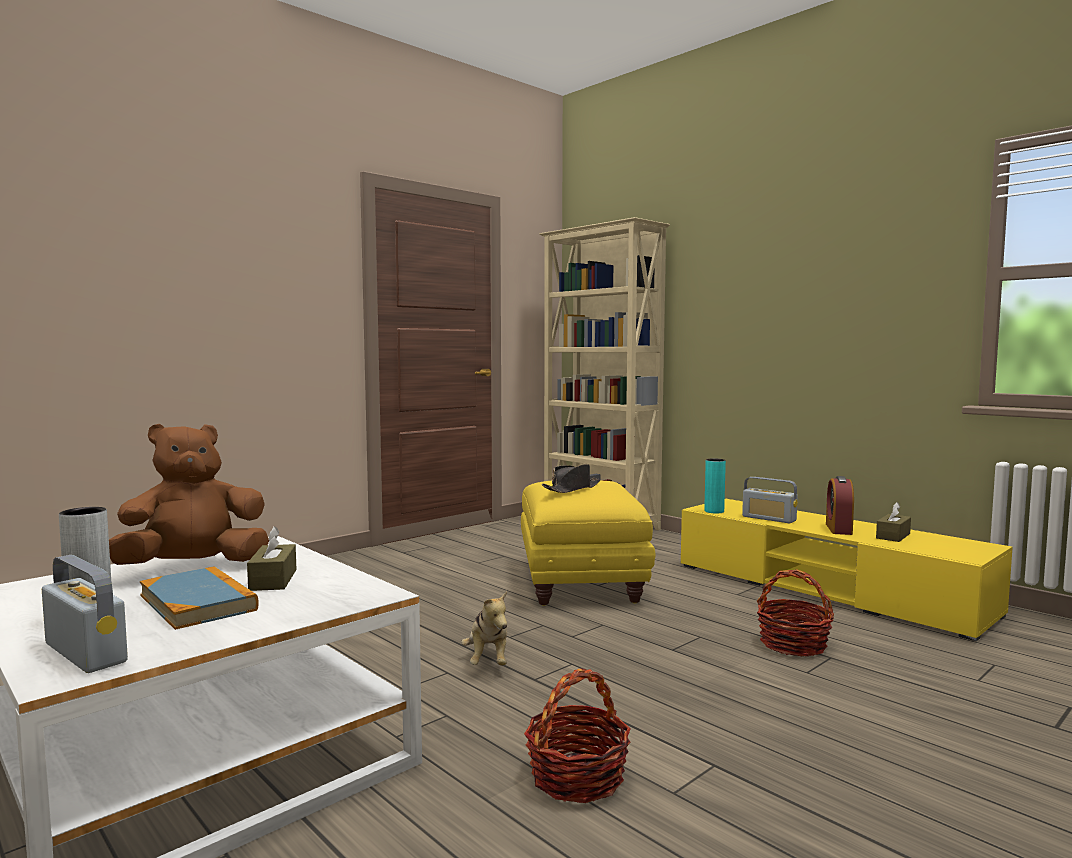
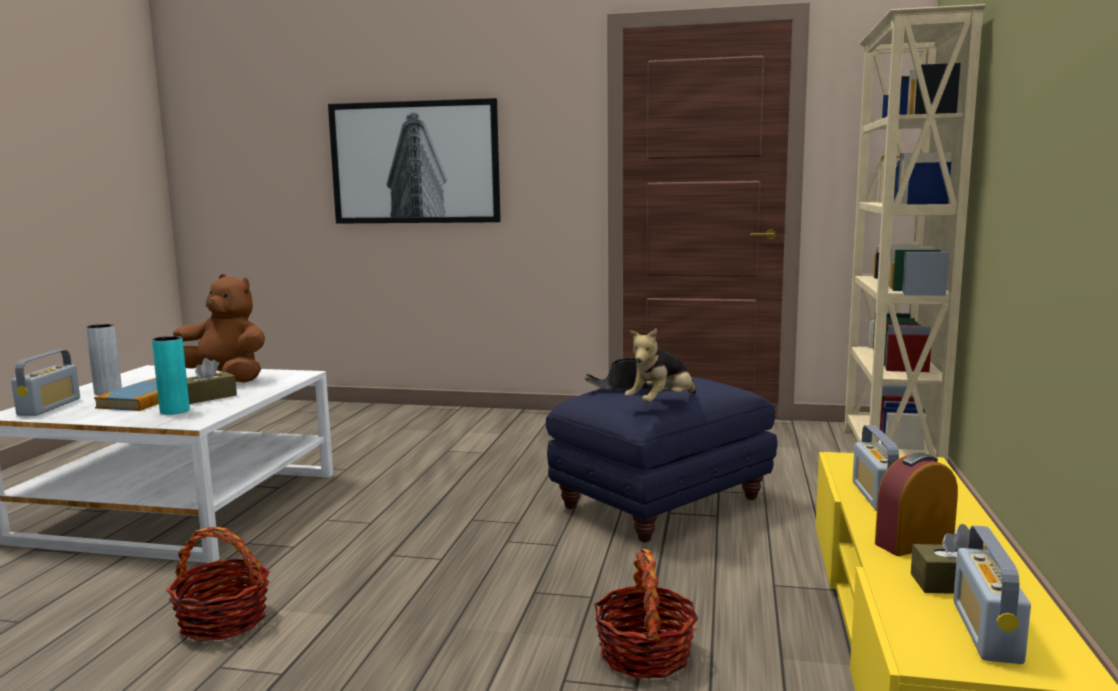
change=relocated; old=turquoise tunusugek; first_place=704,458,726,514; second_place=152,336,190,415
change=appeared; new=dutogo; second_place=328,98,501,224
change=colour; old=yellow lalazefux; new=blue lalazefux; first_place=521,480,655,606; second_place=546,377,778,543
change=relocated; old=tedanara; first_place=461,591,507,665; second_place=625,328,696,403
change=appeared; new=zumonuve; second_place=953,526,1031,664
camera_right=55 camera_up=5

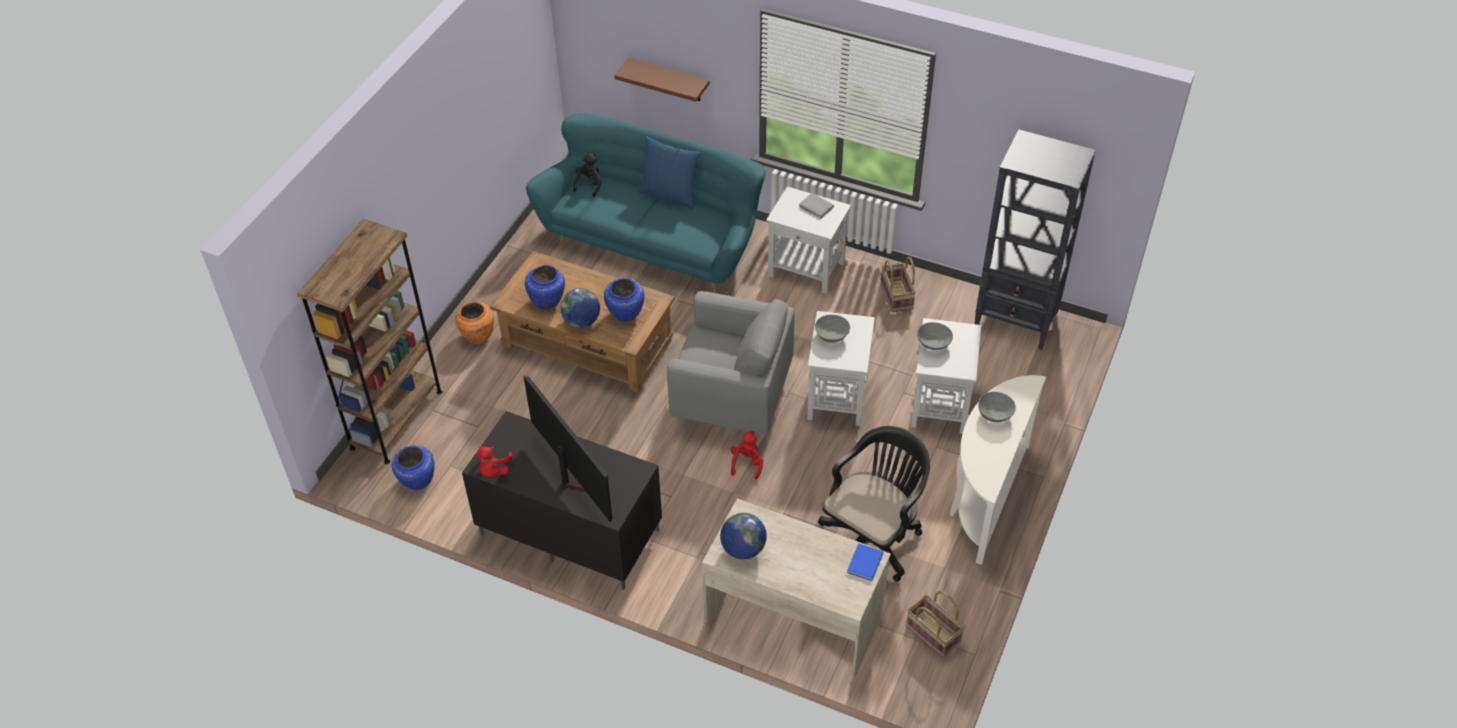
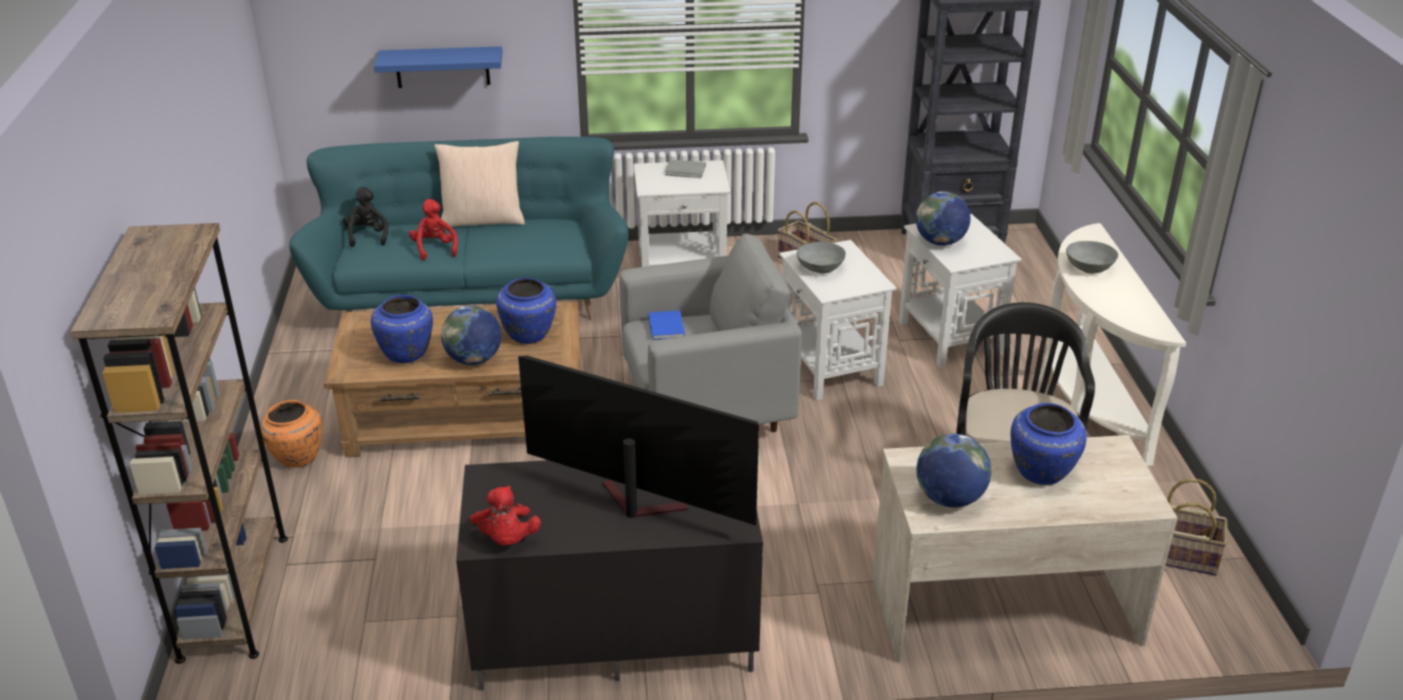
change=colour; old=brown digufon; new=blue digufon; first_place=614,58,710,102; second_place=374,46,503,88
change=relocated; old=red tedanara; first_place=730,431,763,480; second_place=409,199,458,260
change=colour; old=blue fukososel; new=beige fukososel; first_place=639,137,701,209; second_place=434,141,525,228
change=relocated; old=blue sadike; first_place=847,543,883,581; second_place=648,311,685,340
change=exchanged; old=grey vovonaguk; new=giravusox; first_place=917,322,953,350; second_place=916,191,971,246
change=relocated; old=blue tunusugek; first_place=392,445,435,490; second_place=1011,403,1087,485
camera_right=-30 camera_up=-15

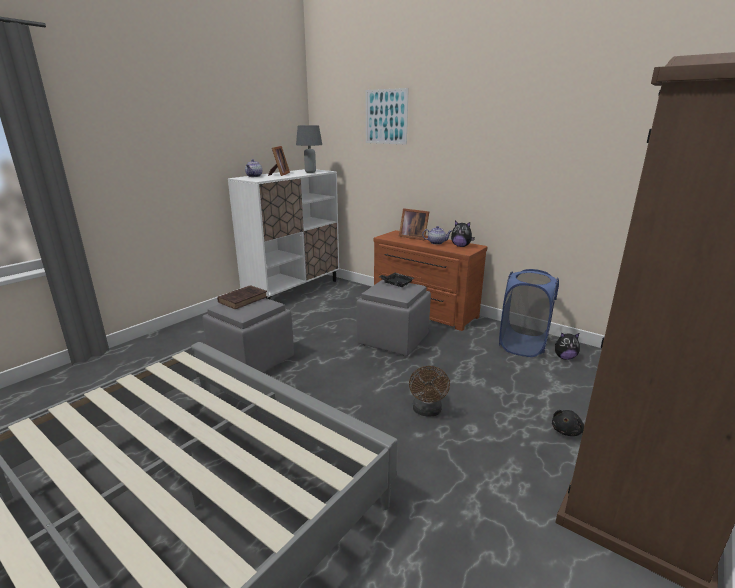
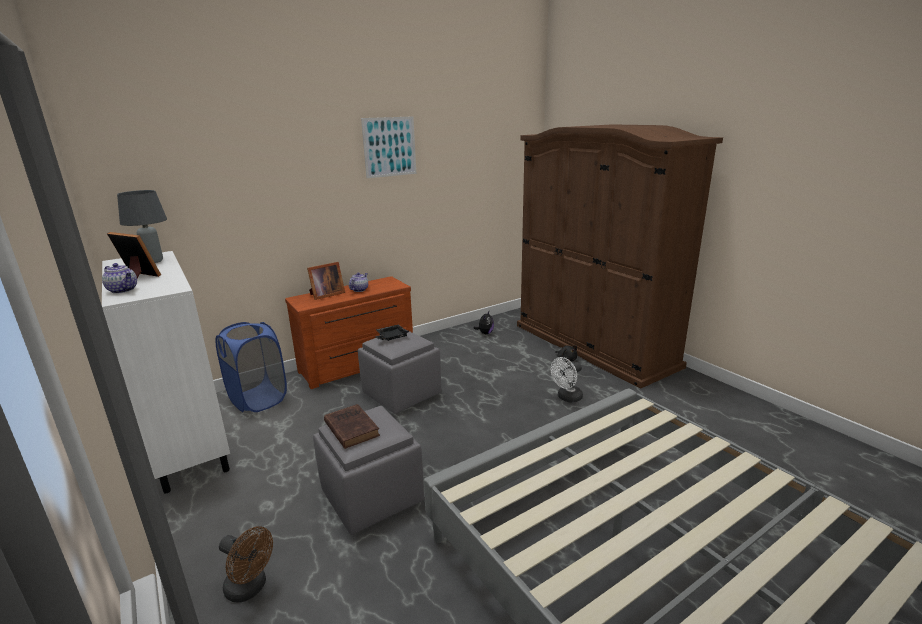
change=relocated; old=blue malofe; first_place=499,269,559,357; second_place=216,322,287,412
change=relocated; old=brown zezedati; first_place=409,365,450,417; second_place=219,526,273,603
change=relocated; old=dutogo; first_place=366,88,409,145; second_place=361,116,416,178
change=appeared; new=white zezedati; second_place=550,357,583,402
change=missing; old=tedanara; first_place=451,221,475,247
camera_right=-70 camera_up=0

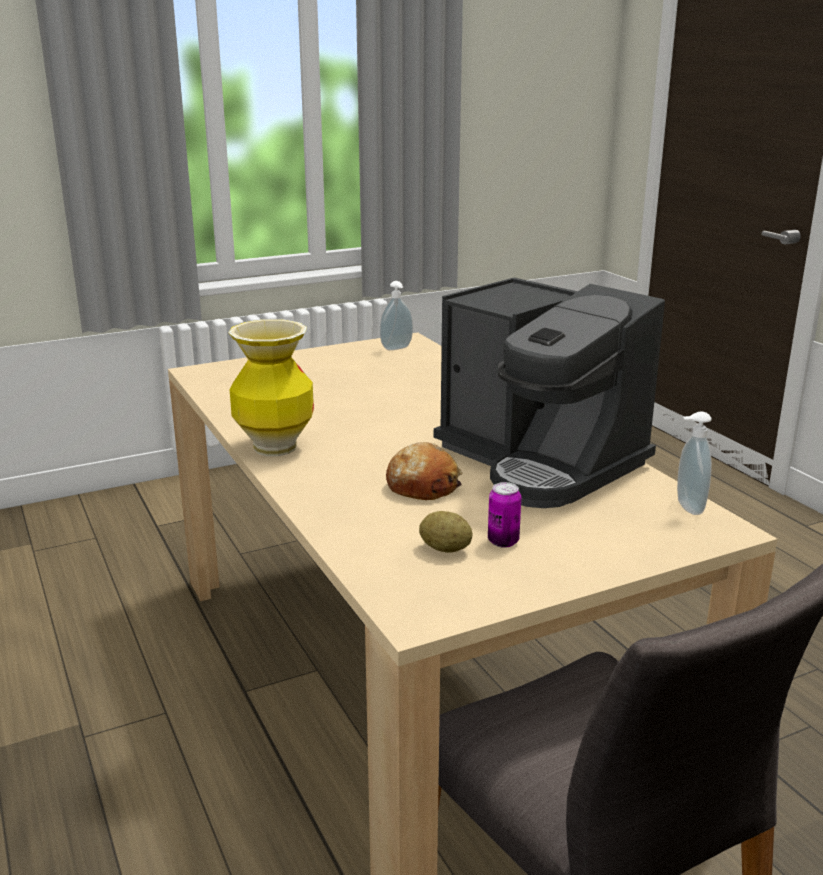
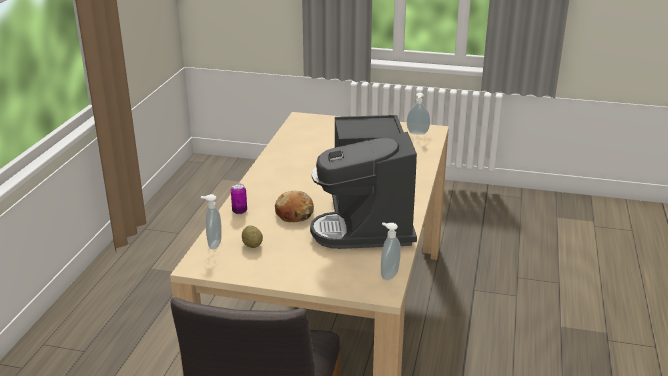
change=appeared; new=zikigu; second_place=201,194,222,249
change=relocated; old=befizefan; first_place=488,482,521,548; second_place=231,183,247,214
change=missing; old=tunusugek; first_place=229,319,314,456
camera_right=40 camera_up=5

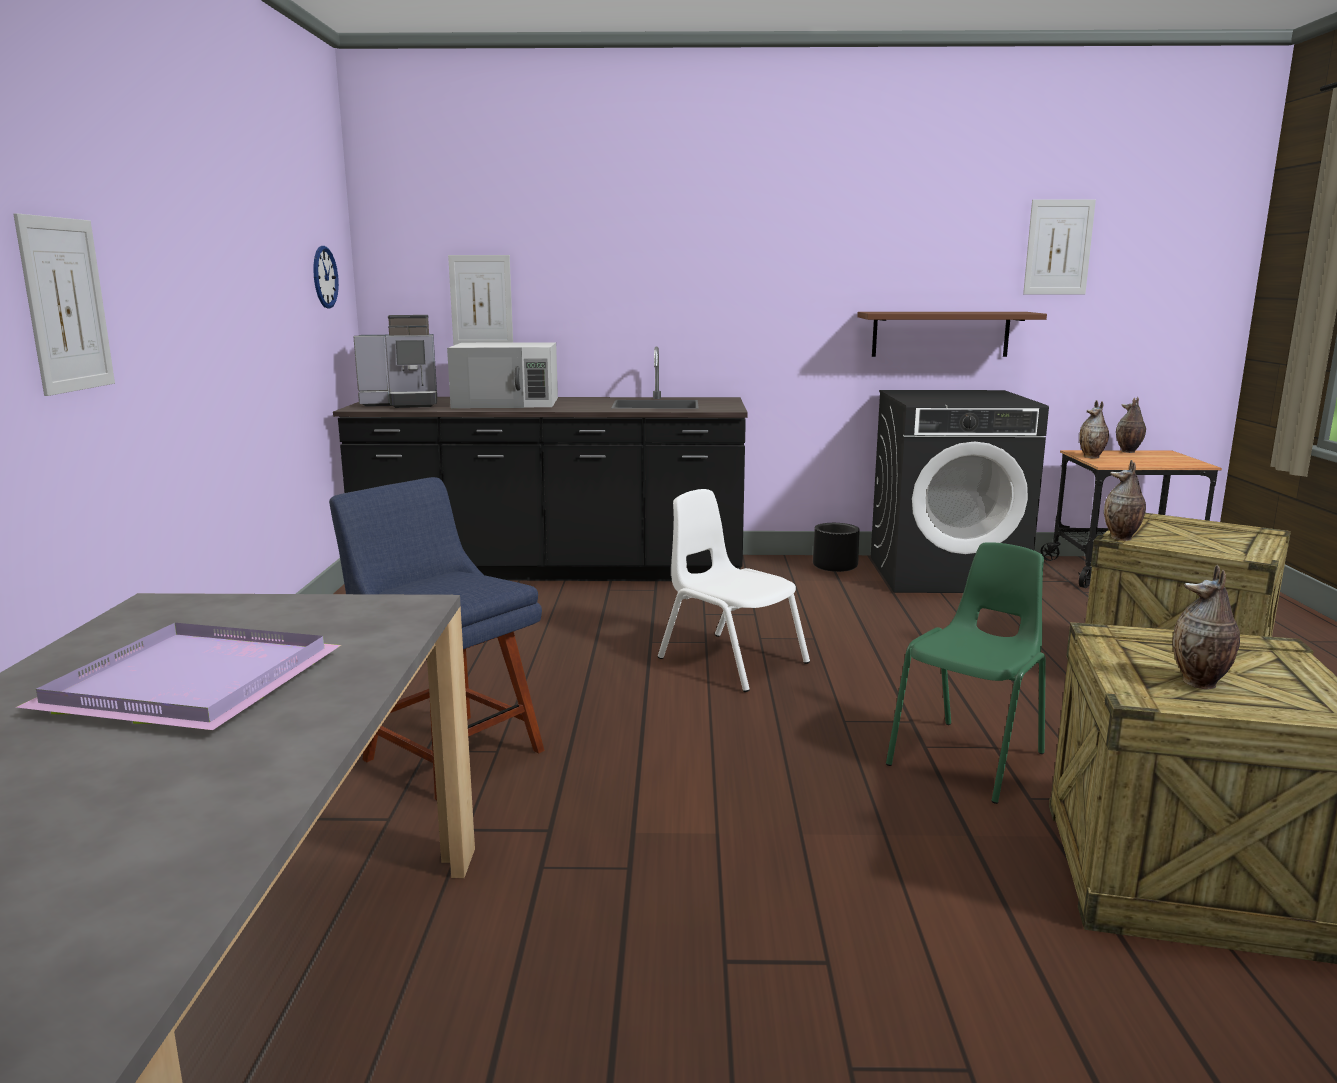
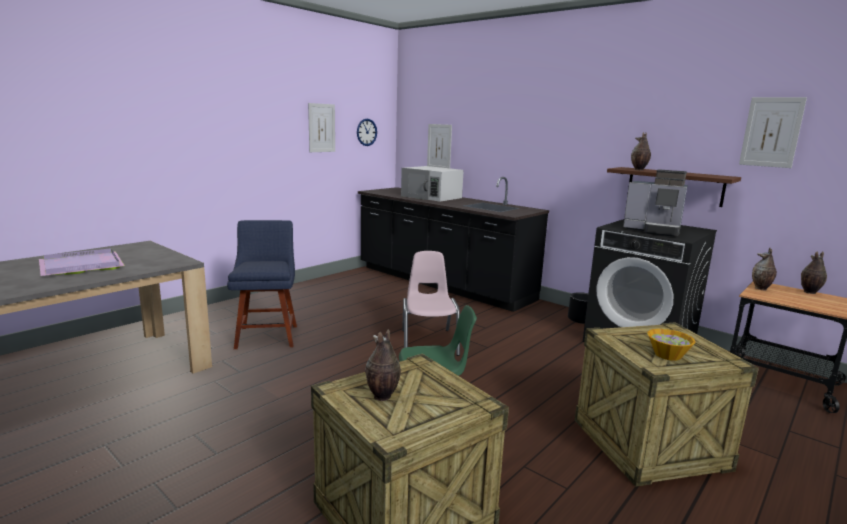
change=relocated; old=dutogo; first_place=14,213,115,396; second_place=308,103,335,152
change=colour; old=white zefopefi; new=pink zefopefi; first_place=658,489,810,692; second_place=402,251,460,356
change=relocated; old=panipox; first_place=353,315,437,408; second_place=623,169,688,237
change=relocated; old=tunusugek; first_place=1104,460,1146,541; second_place=631,132,651,170
change=appeared; new=vovonaguk; second_place=647,329,696,361
camera_right=40 camera_up=0

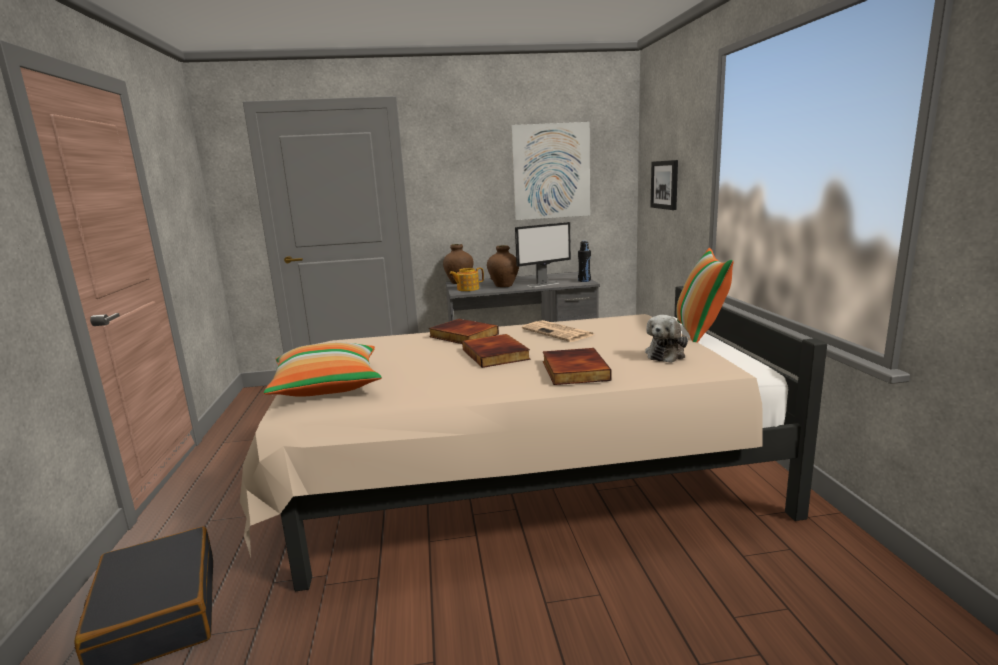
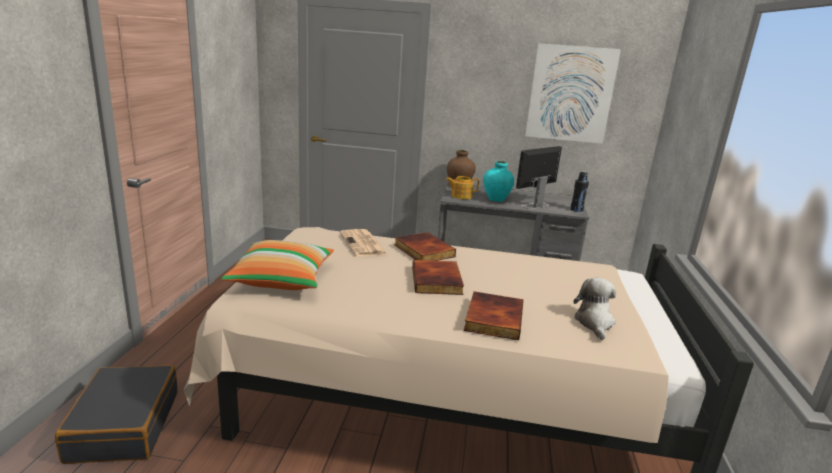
change=relocated; old=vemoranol; first_place=522,320,594,342; second_place=340,229,387,257
change=colour; old=brown tunusugek; new=turquoise tunusugek; first_place=487,245,519,287; second_place=483,161,514,202
change=spun; old=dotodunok; first_place=515,222,571,287; second_place=516,146,562,210; degrees=150
change=spun; old=tedanara; first_place=645,315,688,363; second_place=574,278,616,340; degrees=135
change=missing; old=dutogo; first_place=650,160,678,210
change=missing; old=fukososel; first_place=676,248,734,343
camera_right=15 camera_up=5

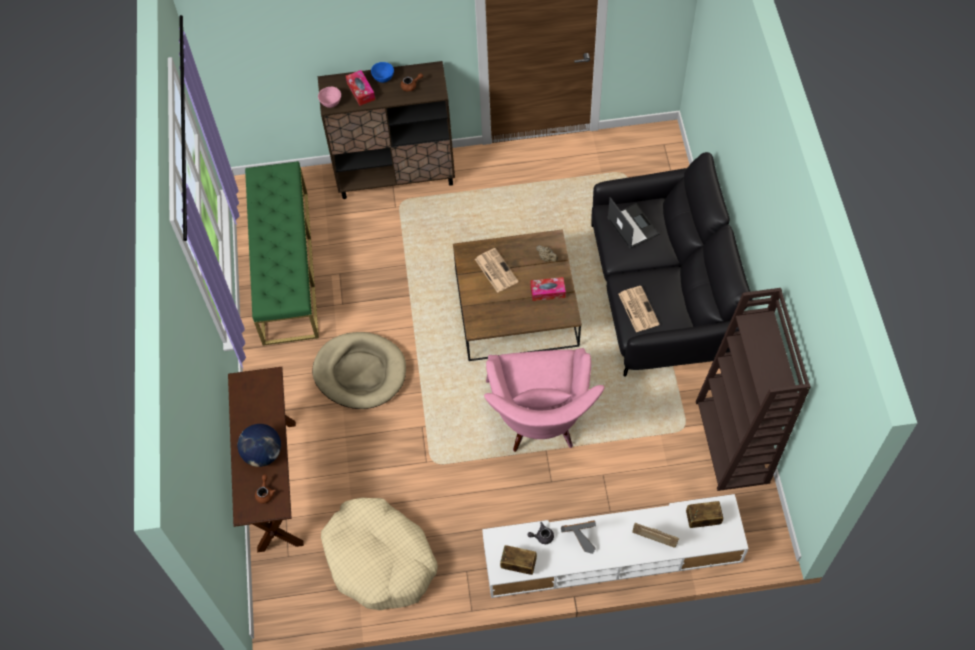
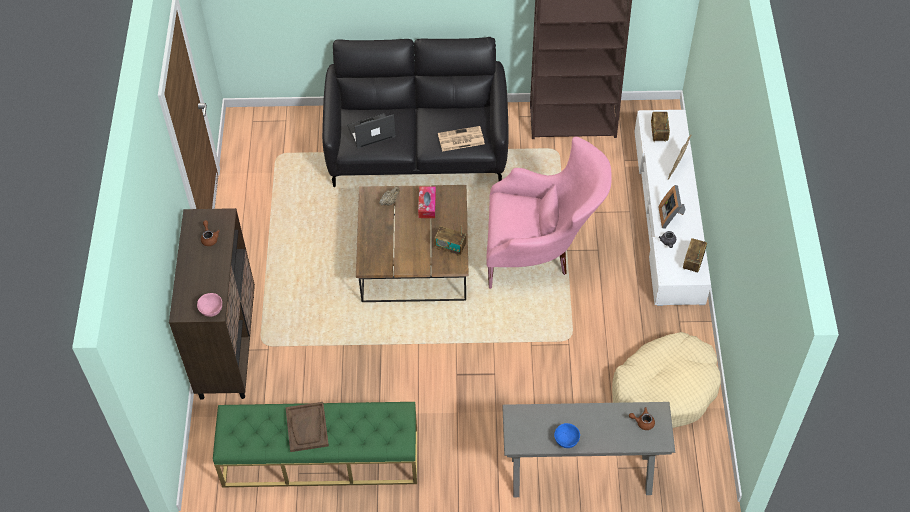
change=appeared; new=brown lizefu; second_place=285,402,329,452
change=appeared; new=zumonuve; second_place=434,226,467,256
change=colour; old=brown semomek; new=grey semomek; first_place=228,367,304,552; second_place=502,402,675,497
change=relocated; old=blue vovonaguk; first_place=371,62,394,83; second_place=554,423,580,448
change=missing; old=giravusox; first_place=238,424,281,467
change=missing; old=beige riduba; first_place=312,332,406,409
change=missing; old=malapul; first_place=346,70,375,106
change=missing; old=vemoranol; first_place=475,248,519,293
camera_right=-85 camera_up=-5

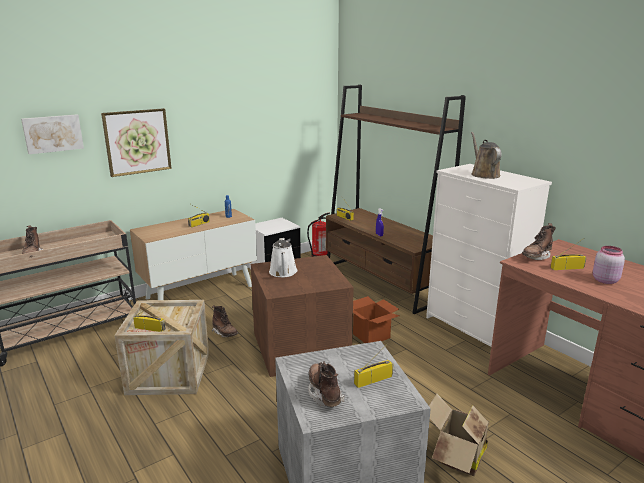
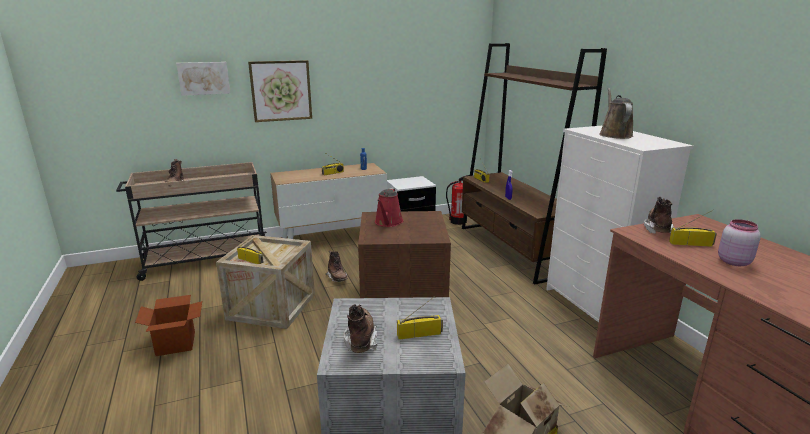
change=relocated; old=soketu; first_place=353,296,399,343; second_place=135,295,202,356
change=colour; old=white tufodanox; new=red tufodanox; first_place=269,238,298,277; second_place=375,188,403,227
change=spun; old=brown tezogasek; first_place=522,223,556,260; second_place=644,197,674,234; degrees=135
camera_right=15 camera_up=0

